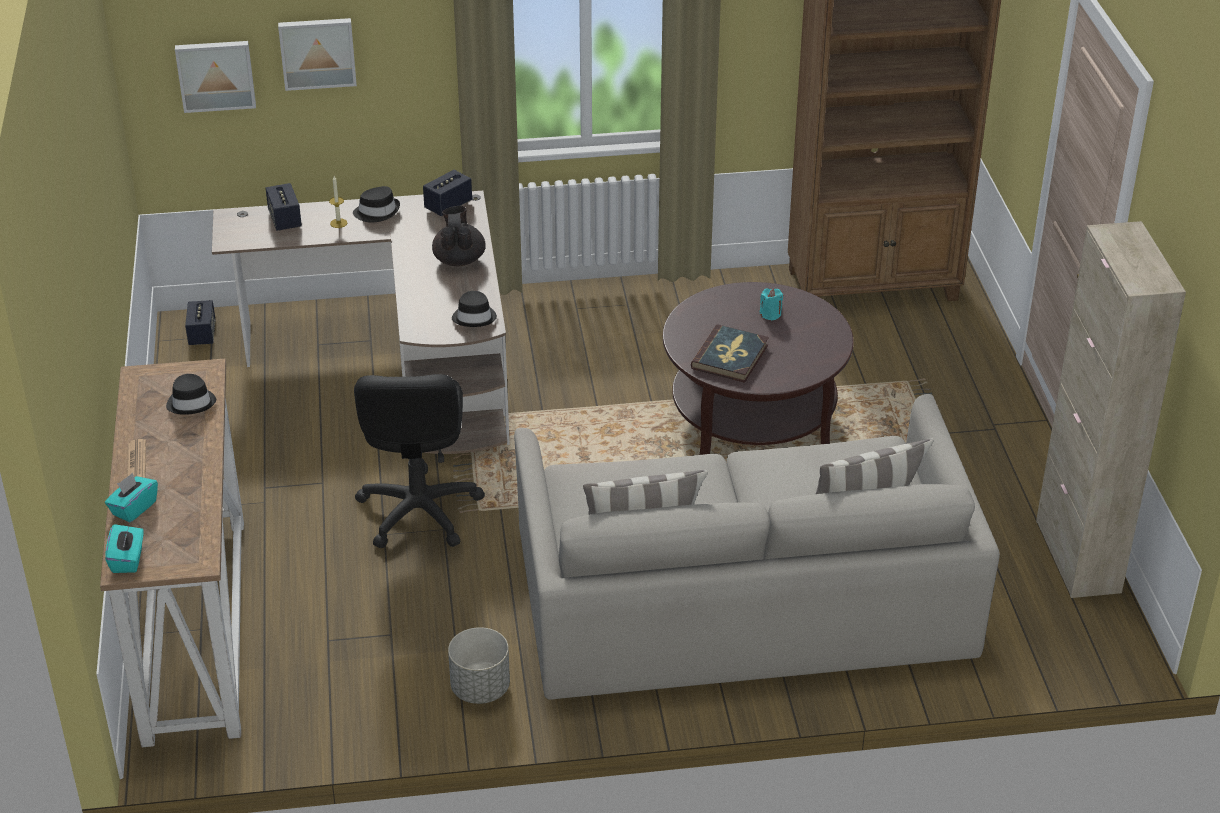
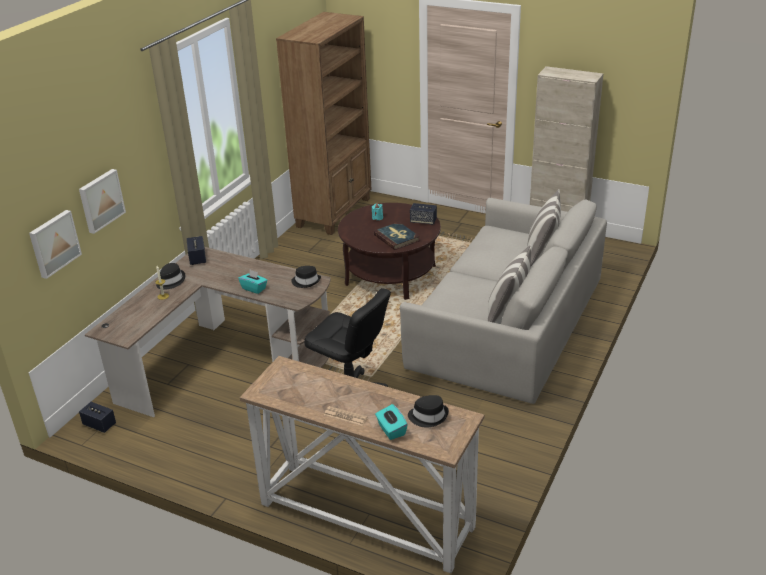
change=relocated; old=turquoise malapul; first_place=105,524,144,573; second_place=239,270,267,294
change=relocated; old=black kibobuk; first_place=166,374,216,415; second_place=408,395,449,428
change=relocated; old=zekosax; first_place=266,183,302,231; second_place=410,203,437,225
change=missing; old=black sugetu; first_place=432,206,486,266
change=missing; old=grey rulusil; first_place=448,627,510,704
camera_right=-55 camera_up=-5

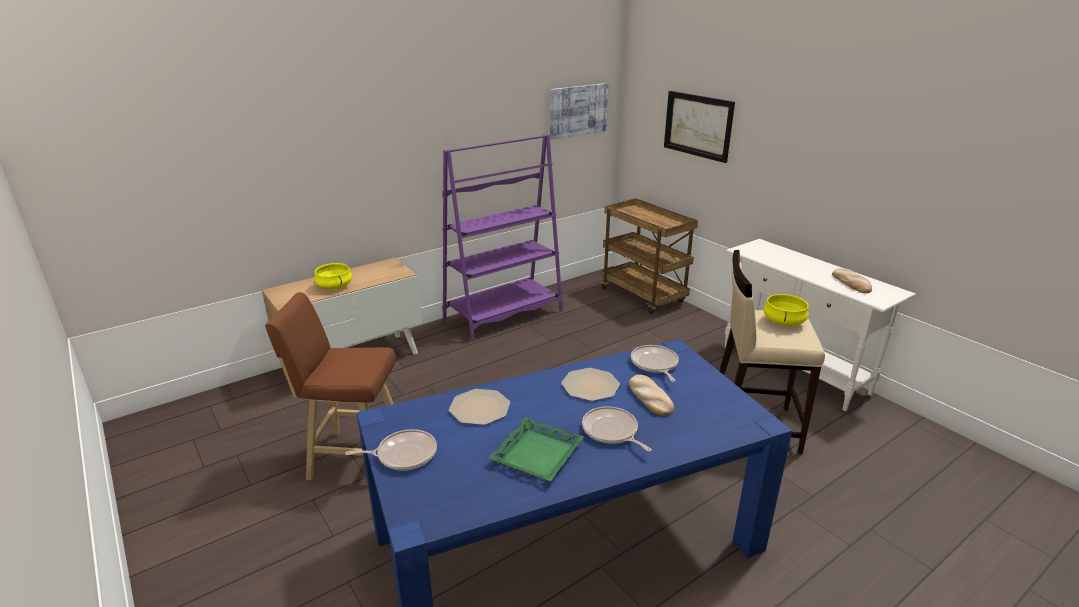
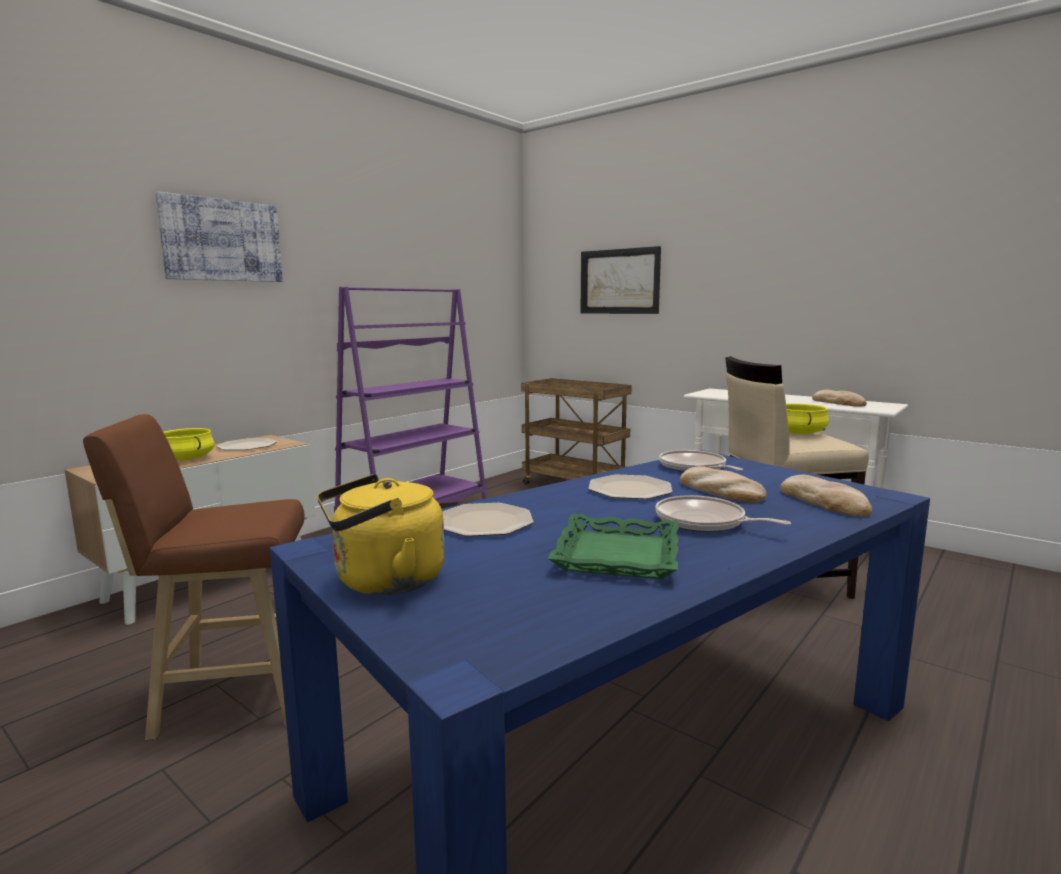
change=relocated; old=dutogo; first_place=550,83,608,139; second_place=155,192,283,282
change=appeared; new=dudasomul; second_place=216,438,277,450
change=exchanged; old=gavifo; new=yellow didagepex; first_place=345,429,437,471; second_place=317,474,445,595
change=appeared; new=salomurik; second_place=780,475,872,517
camera_right=-15 camera_up=-15

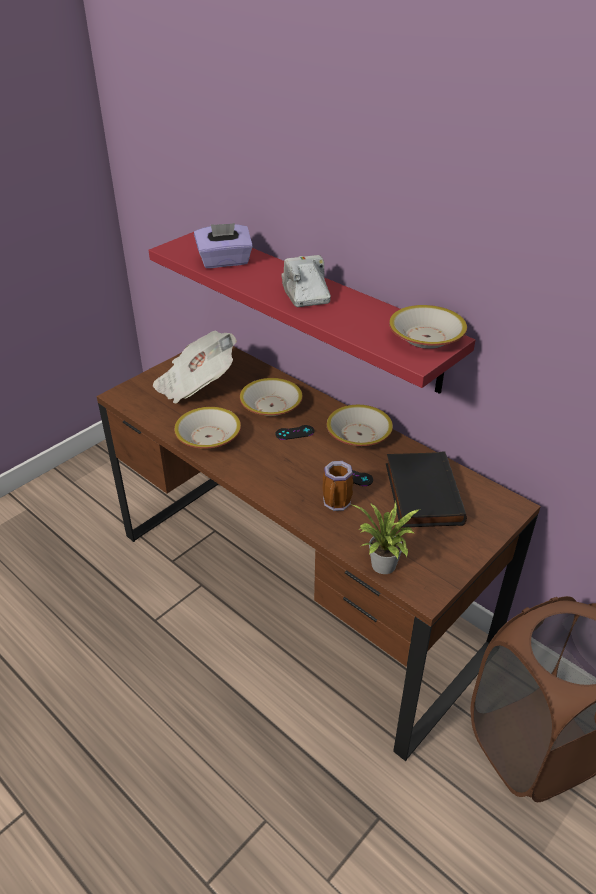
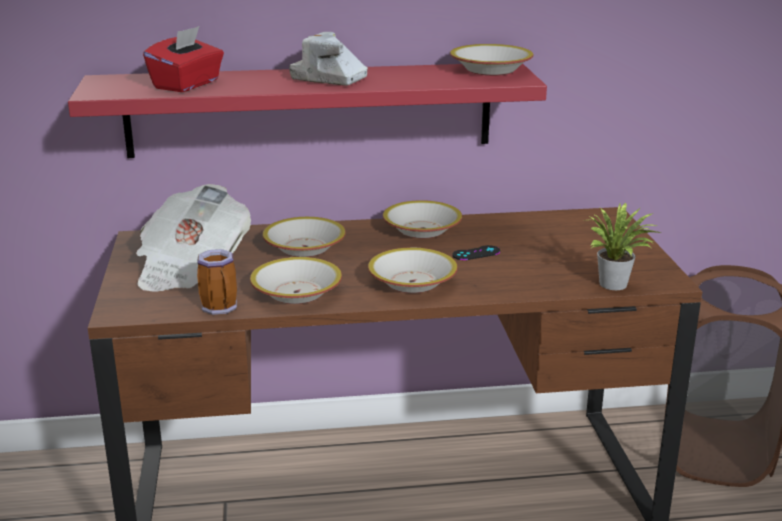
change=colour; old=purple malapul; new=red malapul; first_place=194,223,253,268; second_place=143,26,224,92
change=relocated; old=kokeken; first_place=323,461,353,511; second_place=197,249,237,315
change=appeared; new=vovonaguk; second_place=368,248,458,293
change=missing; old=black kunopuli; first_place=275,425,315,440
change=missing; old=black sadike; first_place=386,451,467,528
camera_right=-50 camera_up=-15

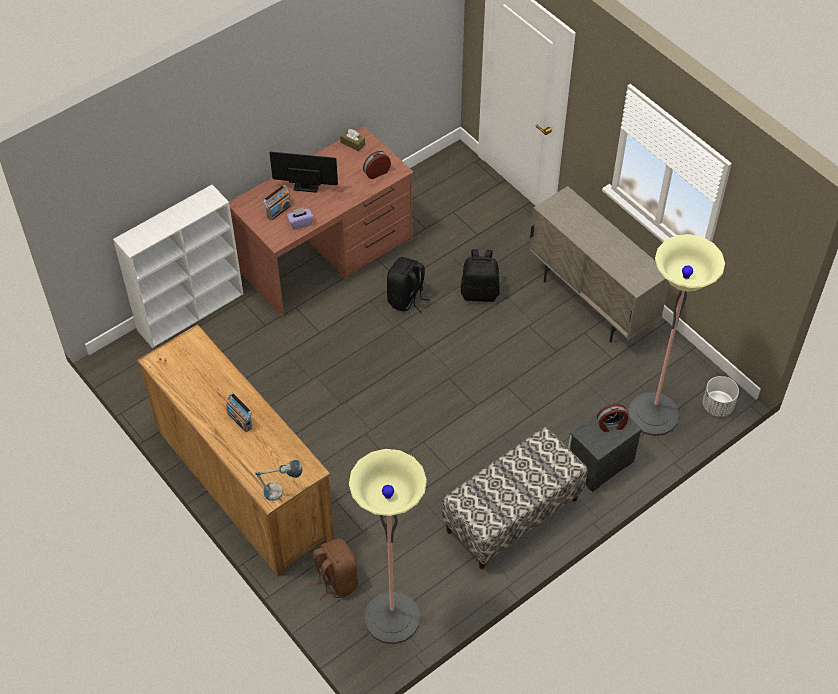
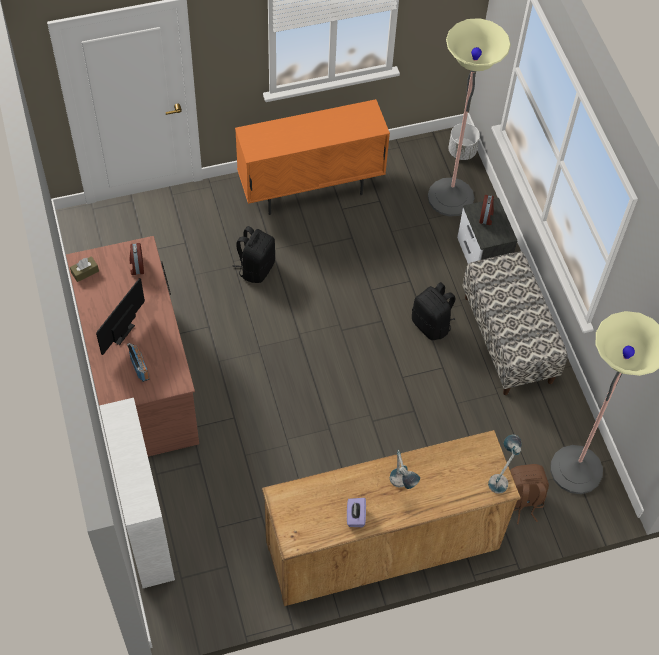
change=colour; old=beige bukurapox; new=orange bukurapox; first_place=529,186,669,343; second_place=235,99,390,215
change=relocated; old=purple malapul; first_place=287,208,313,229; second_place=347,498,366,527
change=exchanged; old=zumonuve; new=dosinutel; first_place=226,392,252,432; second_place=390,450,420,489
change=relocated; old=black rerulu; first_place=387,257,430,313; second_place=412,282,456,340
camera_right=-70 camera_up=5

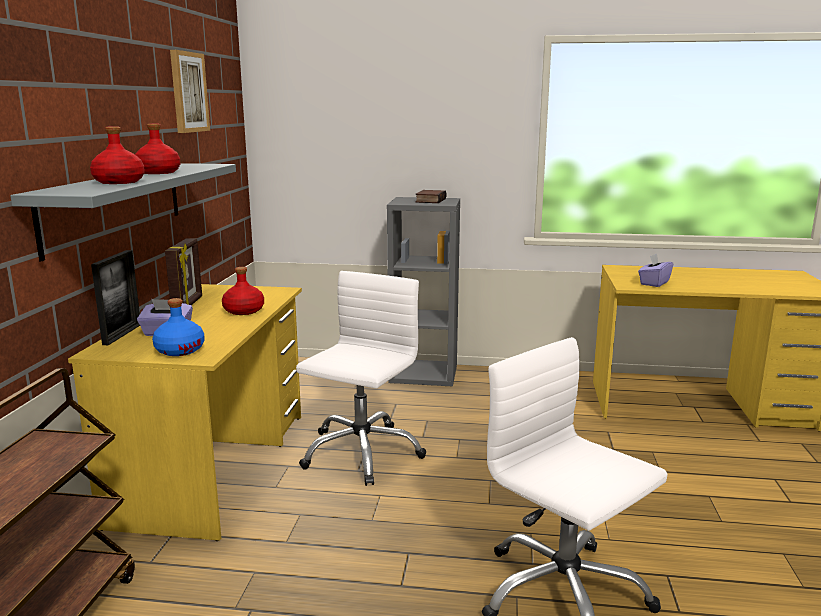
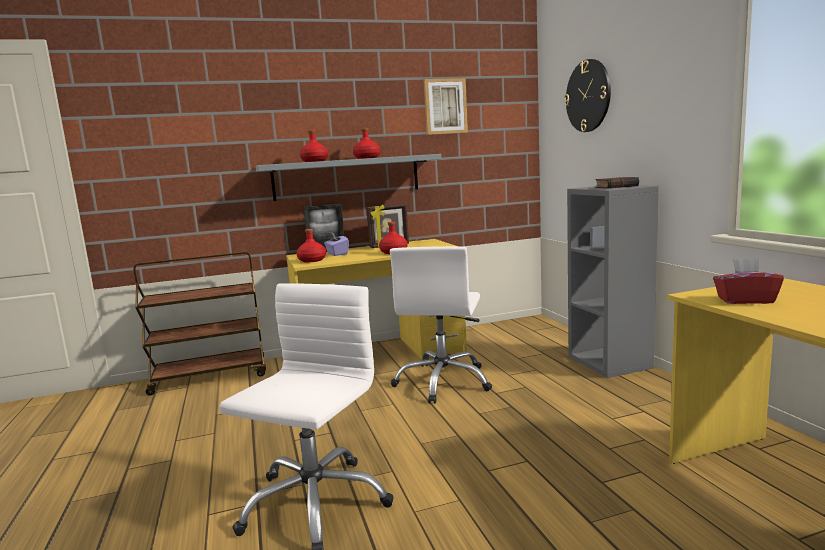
change=colour; old=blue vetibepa; new=red vetibepa; first_place=152,298,205,356; second_place=296,229,326,262
change=spun; old=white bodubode; first_place=296,271,426,486; second_place=390,246,492,404; degrees=105
change=appeared; new=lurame; second_place=564,59,611,132
change=colour; old=purple malapul; new=red malapul; first_place=638,253,673,287; second_place=713,259,784,304
camera_right=65 camera_up=-5

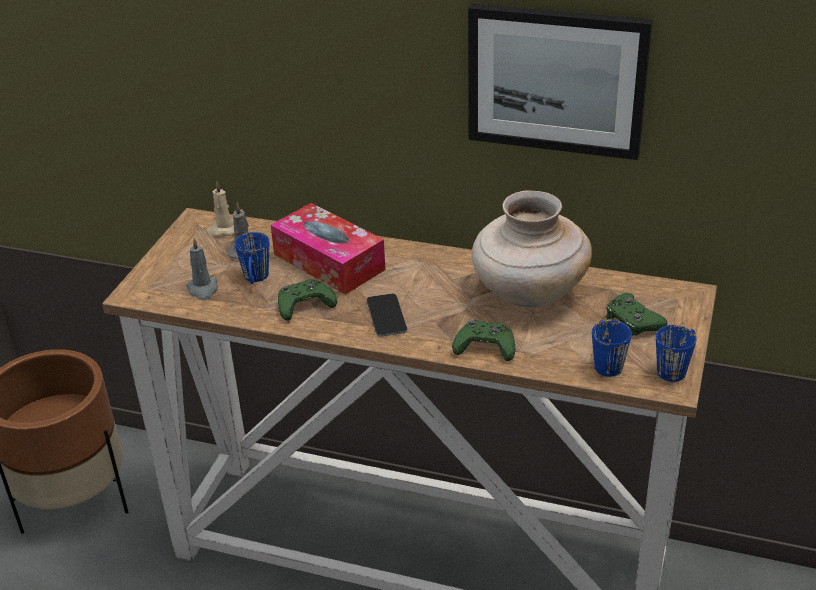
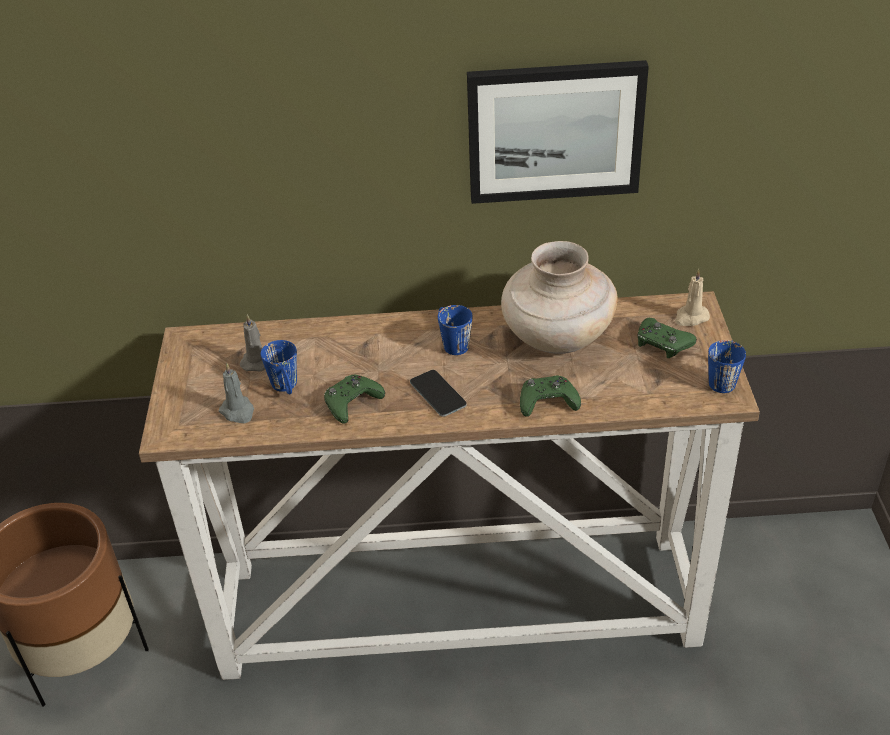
change=relocated; old=blue kokeken; first_place=592,320,632,377; second_place=438,305,473,355
change=relocated; old=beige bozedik; first_place=205,181,234,237; second_place=675,268,710,326
change=missing; old=malapul; first_place=271,203,385,295
camera_right=-20 camera_up=5

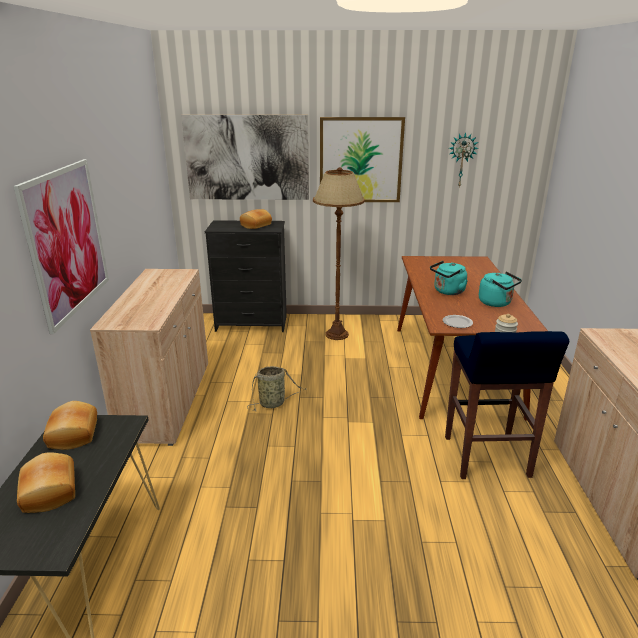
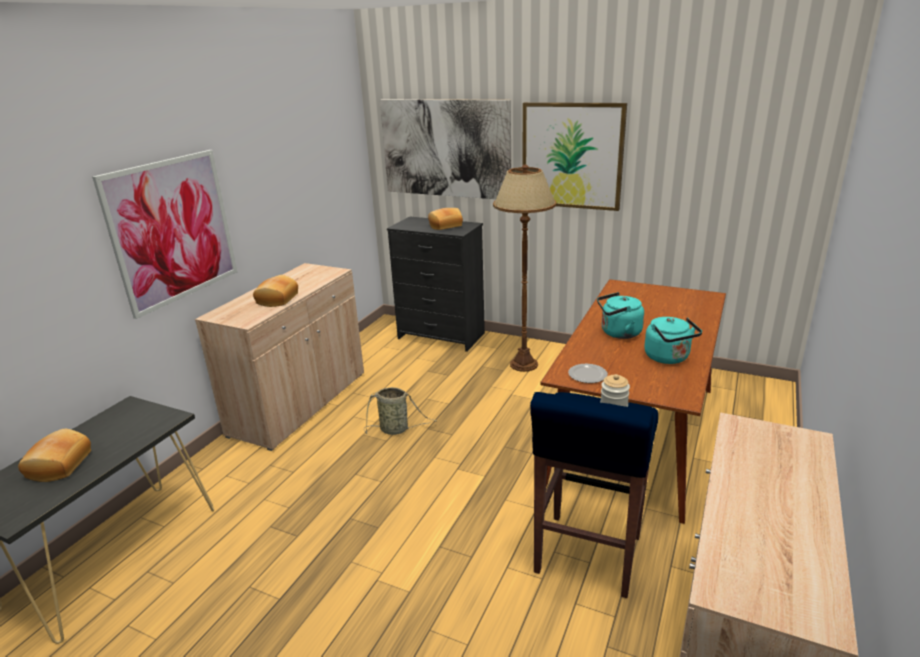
change=relocated; old=salomurik; first_place=43,401,97,450; second_place=253,275,298,307
change=missing; old=lurame; first_place=449,132,479,187
camera_right=25 camera_up=0

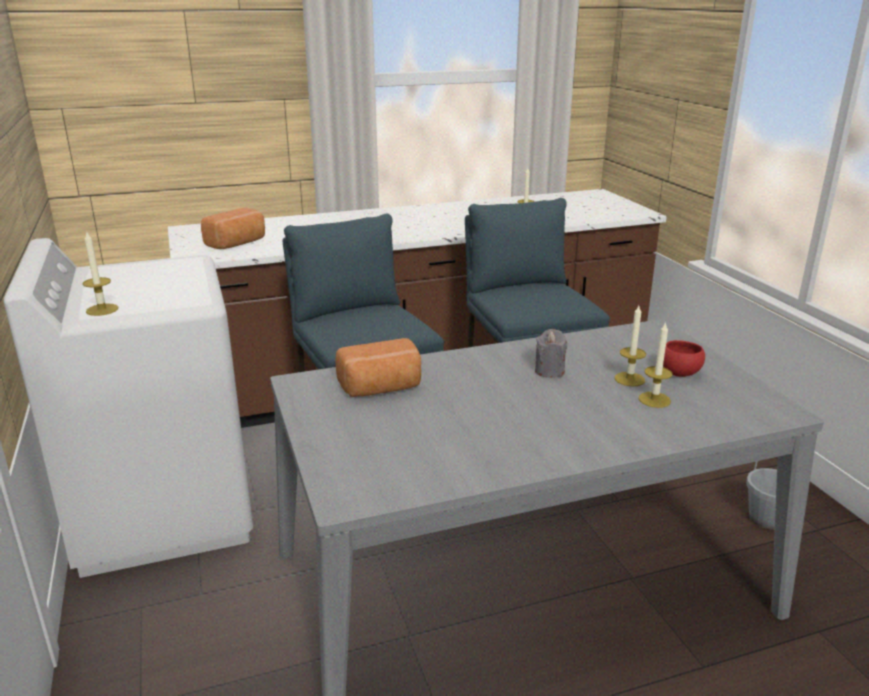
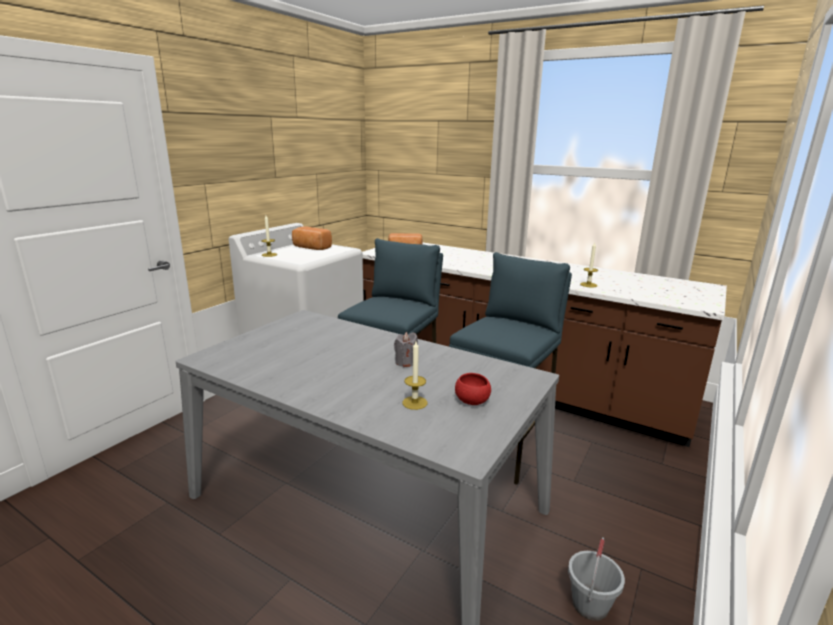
change=relocated; old=salomurik; first_place=335,338,421,397; second_place=292,226,332,250
change=missing; old=bozedik; first_place=615,306,646,387
camera_right=50 camera_up=-5

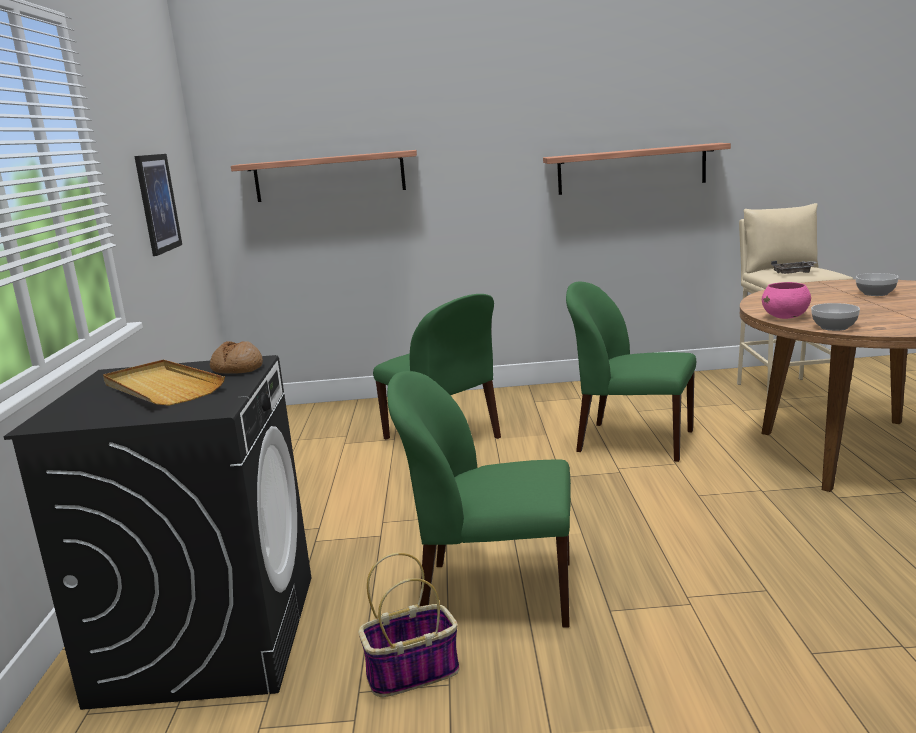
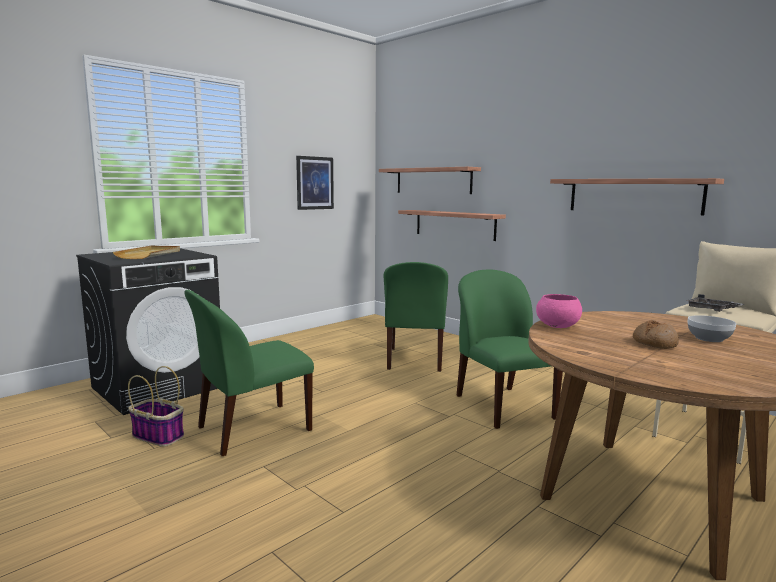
change=spun; old=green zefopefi; first_place=387,371,571,627; second_place=184,290,314,456; degrees=-90
change=appeared; new=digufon; second_place=398,210,506,241
change=relocated; old=salomurik; first_place=210,341,263,374; second_place=633,320,679,349
change=missing; old=vovonaguk; first_place=811,303,860,331
camera_right=45 camera_up=-5

